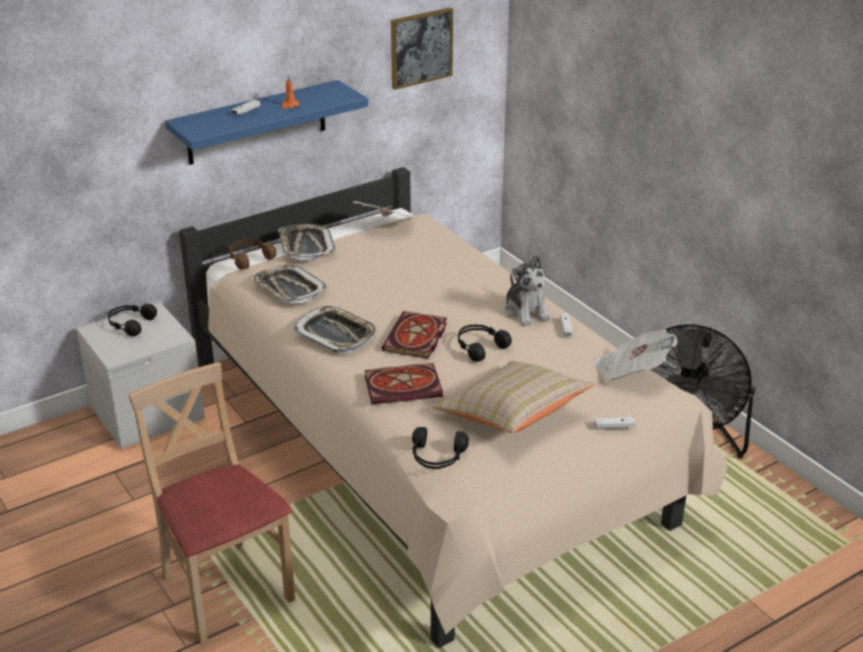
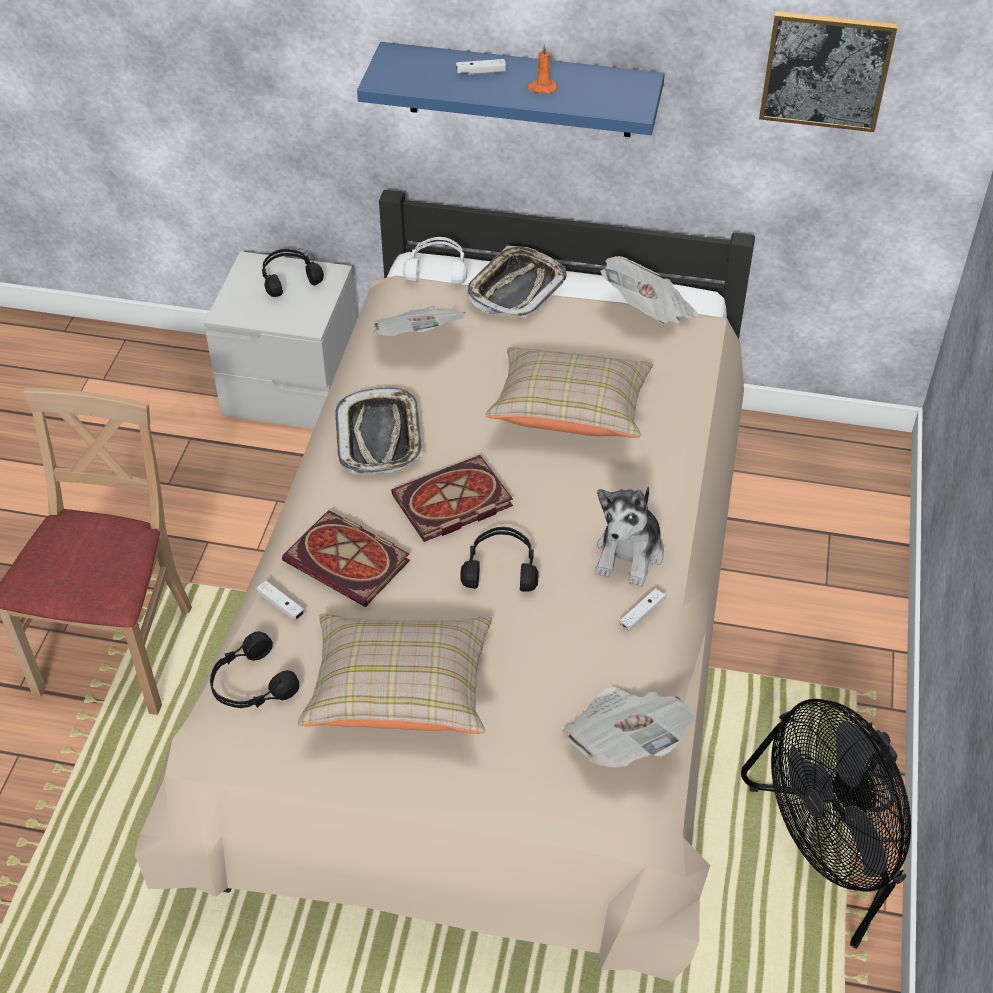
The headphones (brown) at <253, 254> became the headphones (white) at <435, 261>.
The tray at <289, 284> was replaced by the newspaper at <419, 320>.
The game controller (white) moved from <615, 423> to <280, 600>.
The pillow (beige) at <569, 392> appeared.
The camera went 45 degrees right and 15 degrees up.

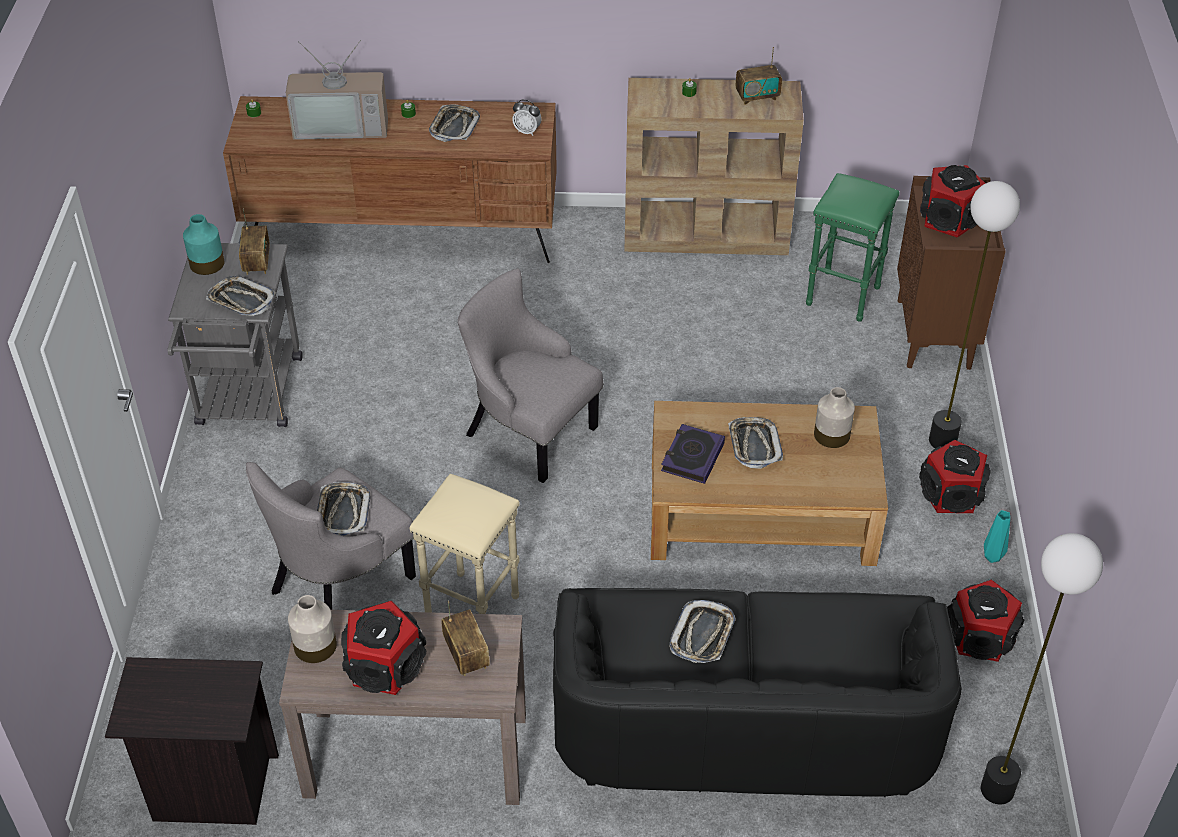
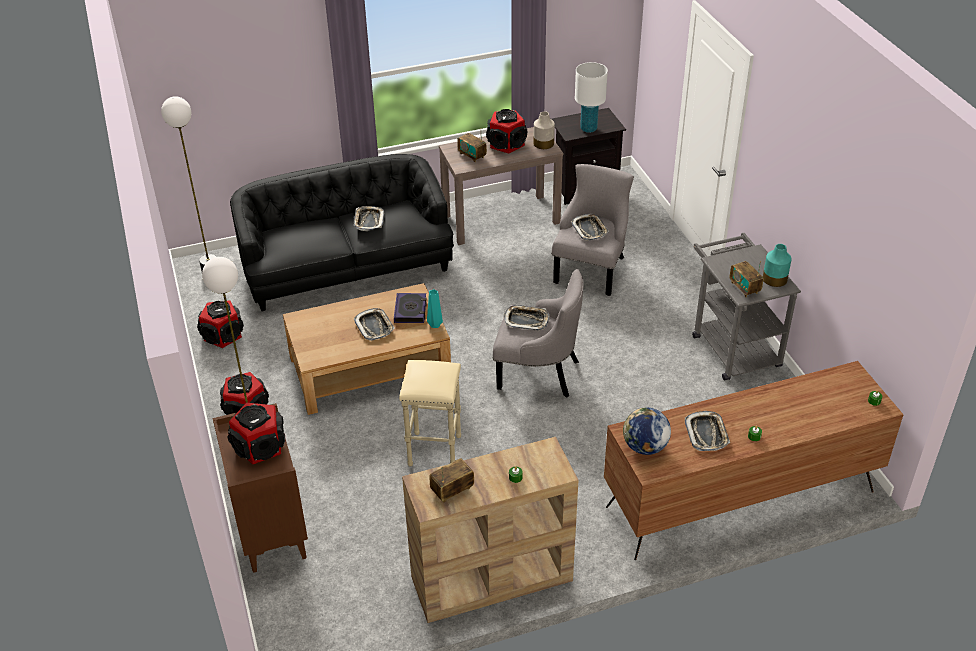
The tray moved from <241, 296> to <526, 318>.
The television at <337, 90> disappeared.
The stool (beige) moved from <464, 544> to <430, 413>.
The alarm clock at <527, 118> was replaced by the globe at <647, 431>.
The stool (green) at <853, 247> disappeared.
The vase (beige) at <834, 417> disappeared.
The vase (turquoise) moved from <997, 536> to <435, 308>.
The table lamp (white) at <591, 97> appeared.
The camera went 160 degrees right and 5 degrees down.

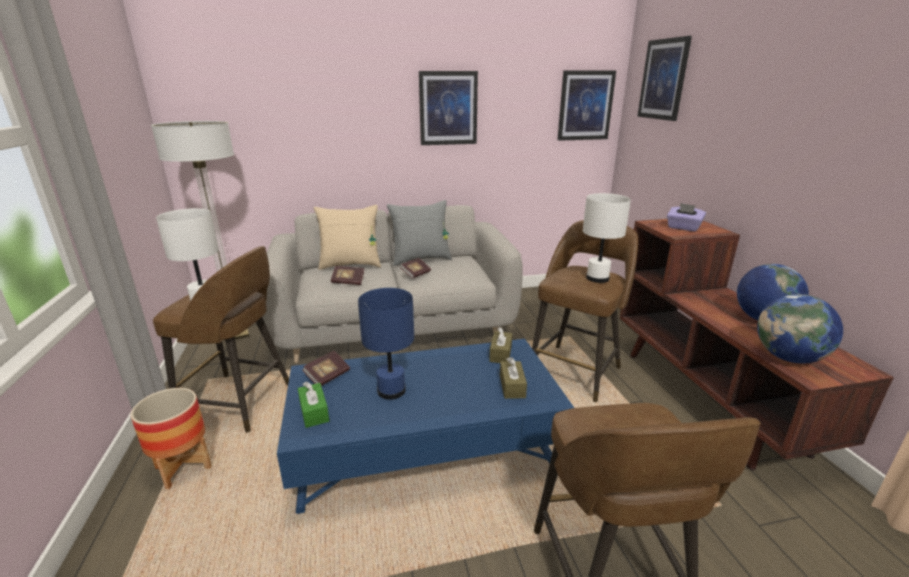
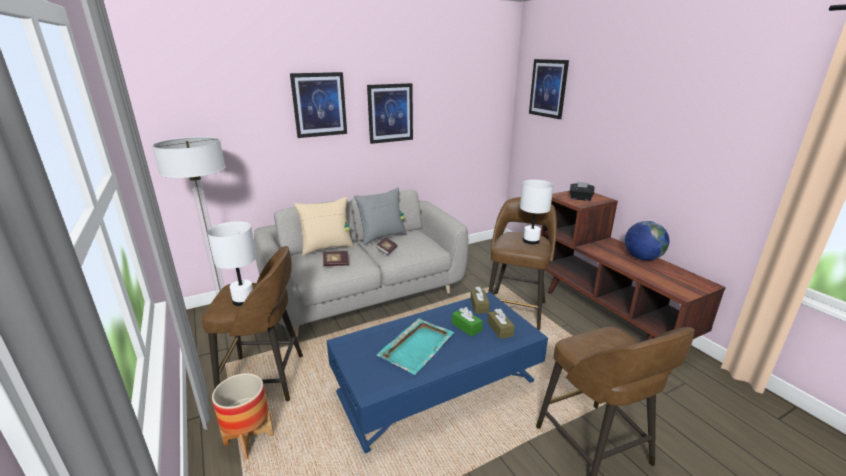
The tissue box (green) moved from <313, 405> to <467, 322>.
The book at <326, 368> disappeared.
The table lamp (blue) at <386, 344> was replaced by the tray (turquoise) at <415, 346>.
The picture moved from <586, 105> to <318, 105>.
The tissue box (purple) at <686, 217> became the tissue box (black) at <582, 191>.
The globe at <800, 329> disappeared.
The camera went 15 degrees left and 0 degrees up.

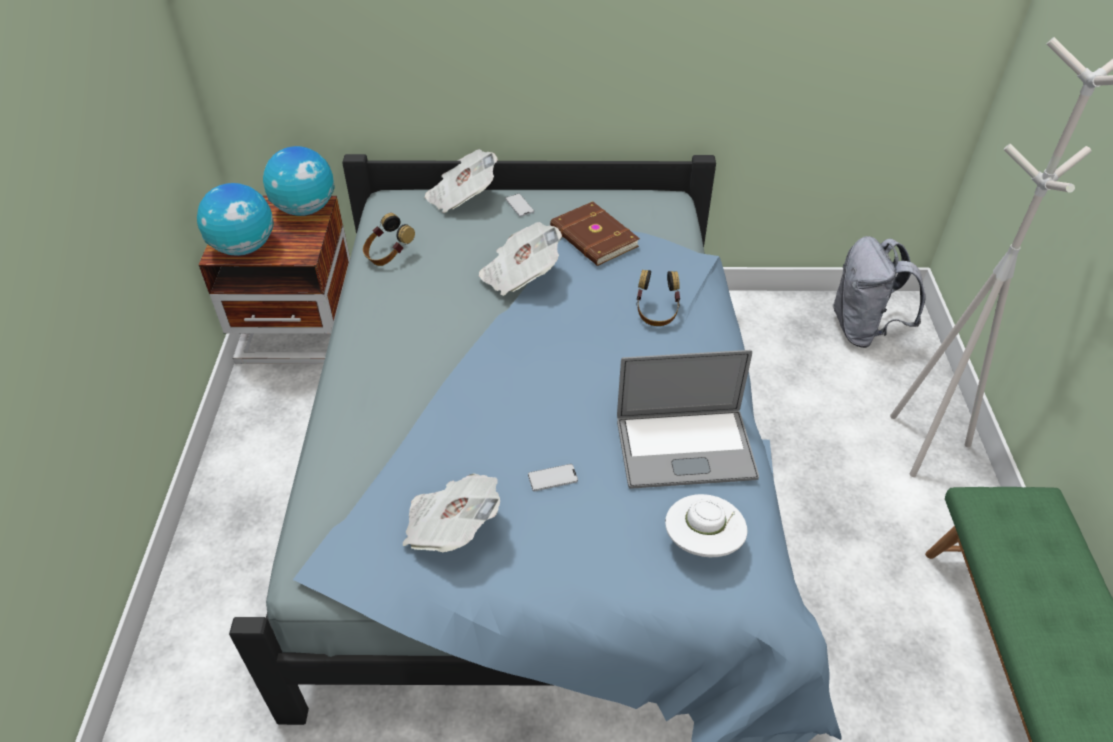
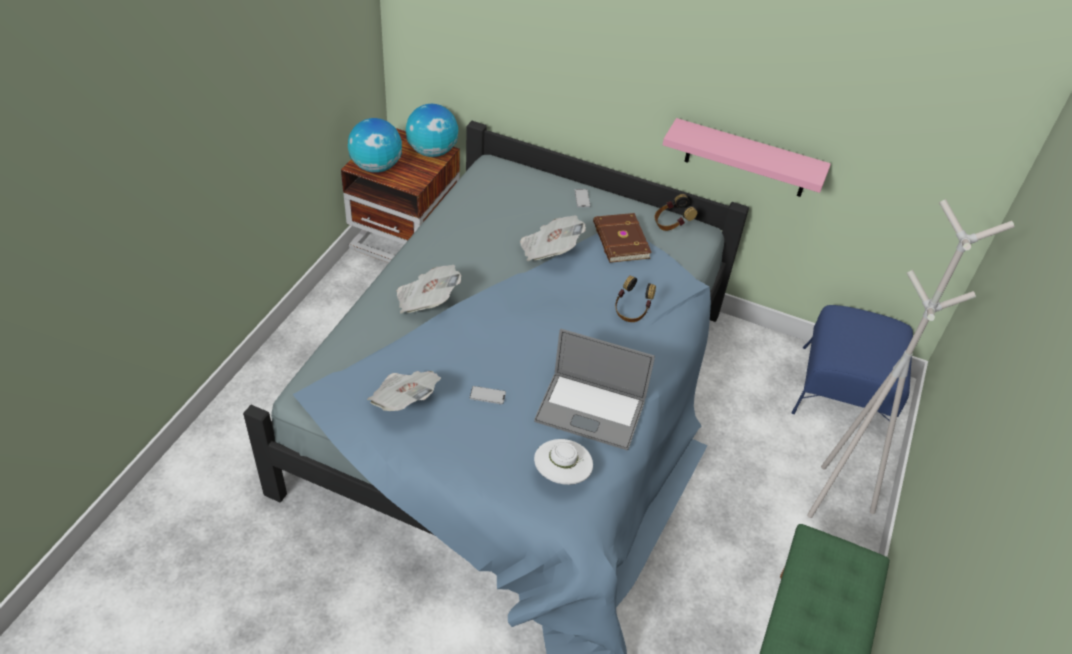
The headphones moved from <389, 239> to <675, 212>.
The newspaper moved from <461, 181> to <429, 289>.
The backpack (grey) at <879, 292> was replaced by the ottoman (blue) at <852, 363>.
The shelf (pink) at <747, 157> appeared.
The camera went 20 degrees right and 0 degrees up.

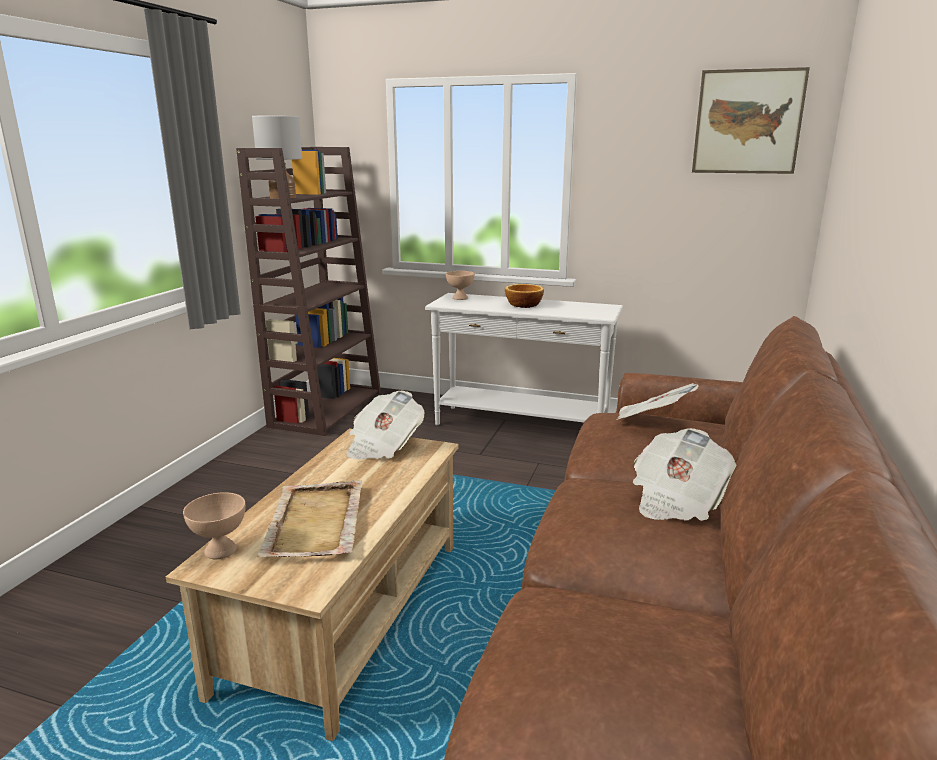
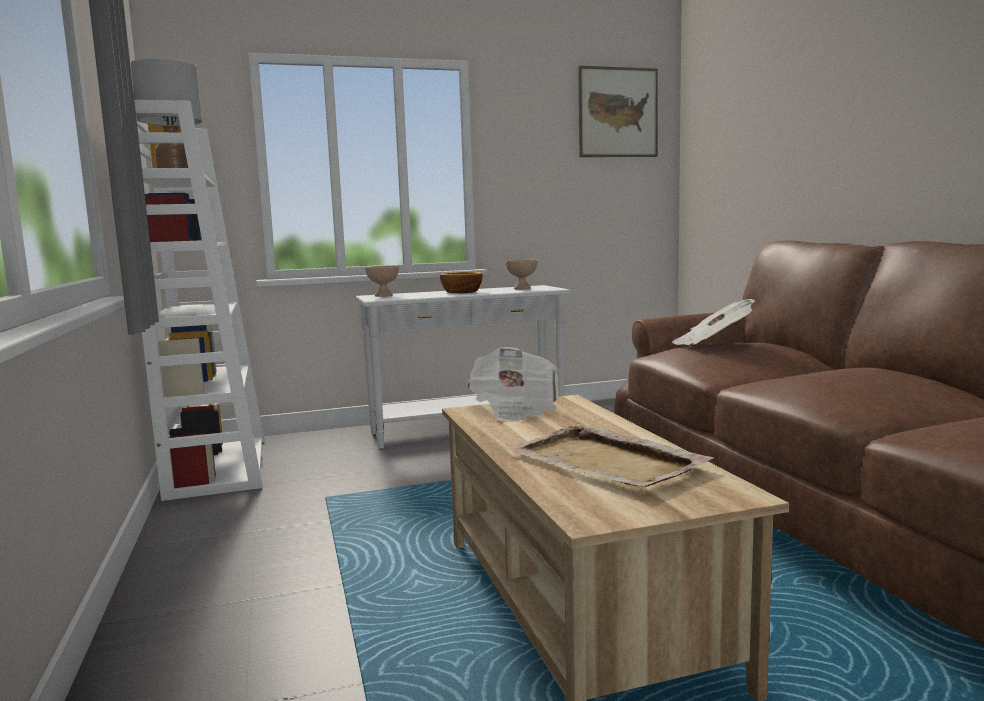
The bowl (beige) moved from <214, 525> to <522, 274>.
The bookcase (brown) at <308, 291> became the bookcase (white) at <199, 300>.
The newspaper at <684, 474> disappeared.
The camera went 35 degrees left and 10 degrees down.

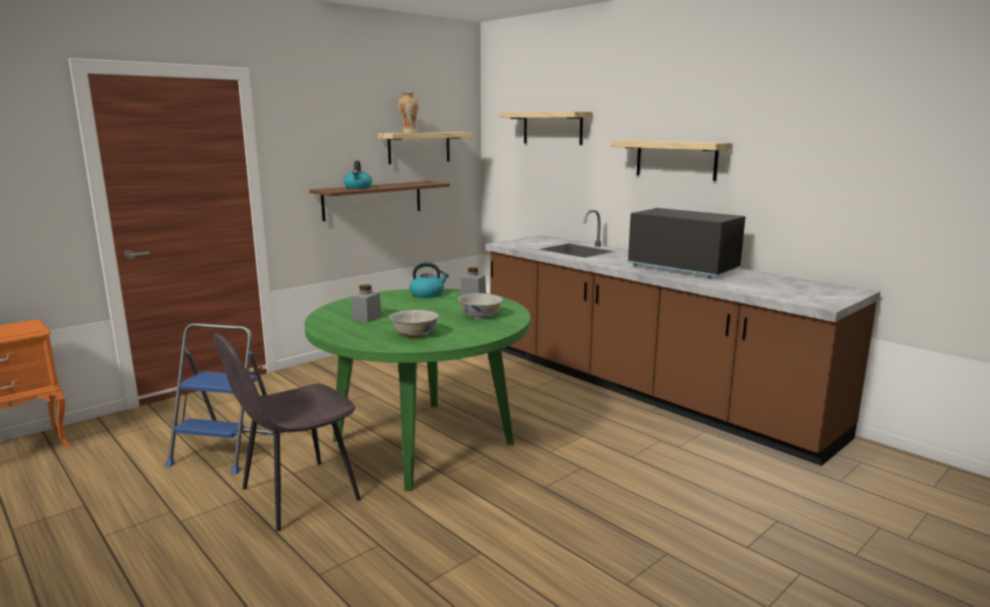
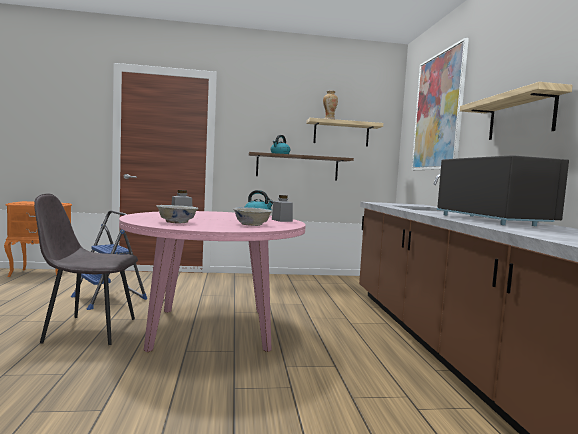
The dining table (green) at <417, 390> became the dining table (pink) at <212, 281>.
The shelf at <545, 128> was replaced by the picture at <440, 104>.
The camera went 35 degrees right and 10 degrees down.

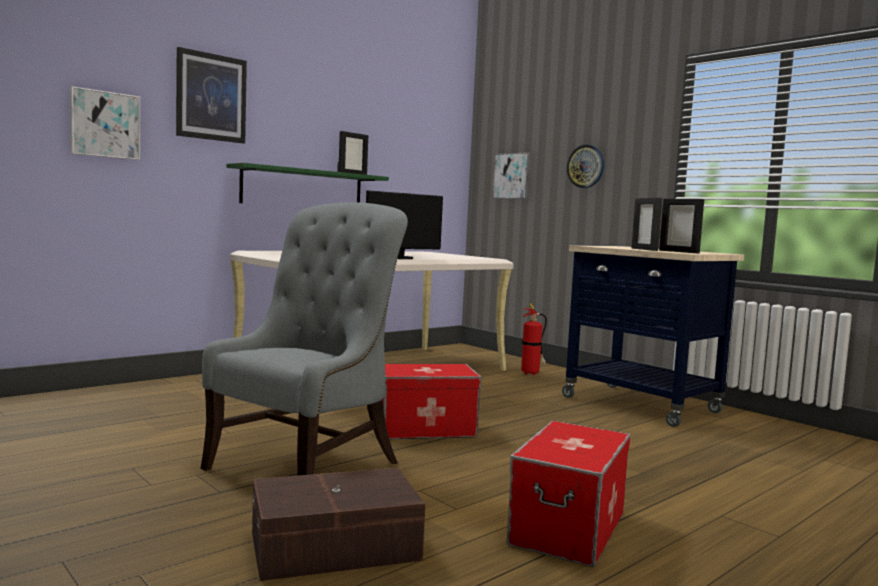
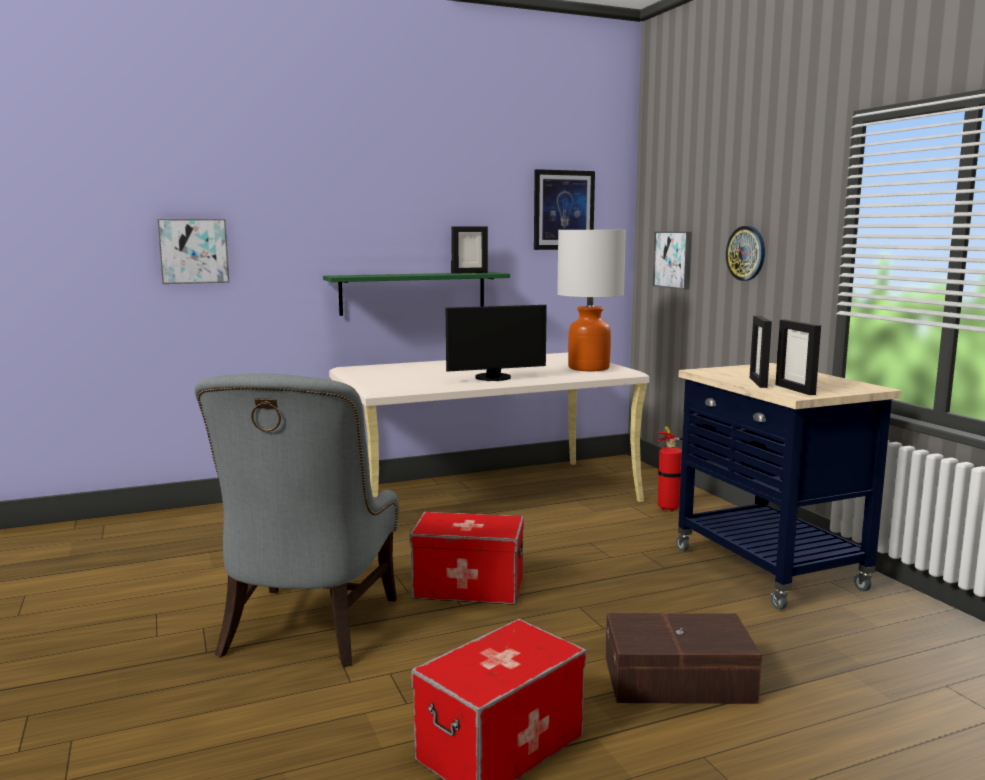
The picture moved from <211, 95> to <564, 209>.
The armchair (grey) at <304, 339> turned 135 degrees clockwise.
The storage box (brown) moved from <339, 524> to <683, 658>.
The table lamp at <591, 300> appeared.
The camera went 20 degrees right and 5 degrees up.

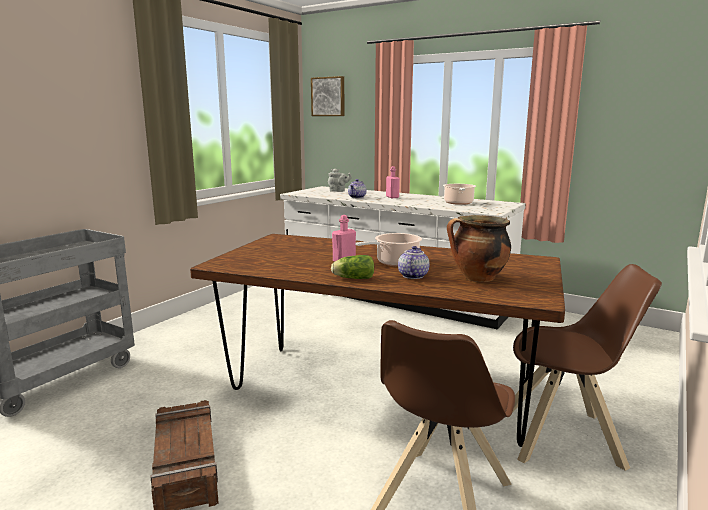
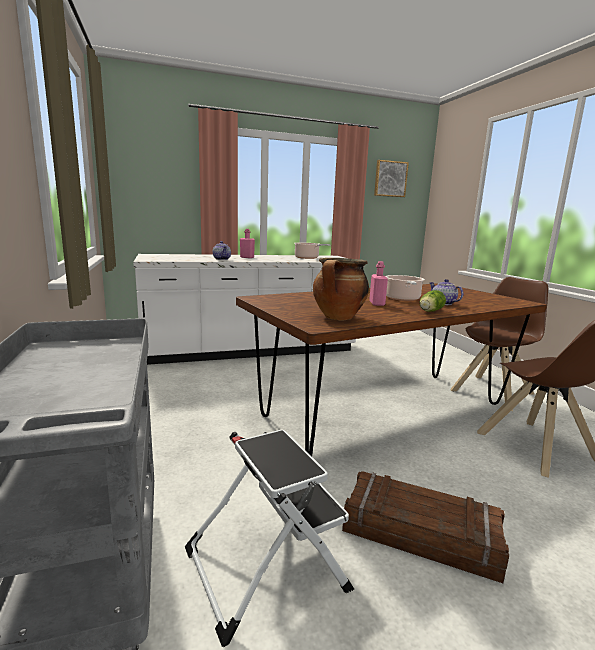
The picture moved from <327, 96> to <391, 178>.
The teapot (grey) at <340, 180> disappeared.
The cooking pot moved from <479, 248> to <341, 289>.
The step ladder at <269, 538> appeared.
The camera went 50 degrees left and 0 degrees up.

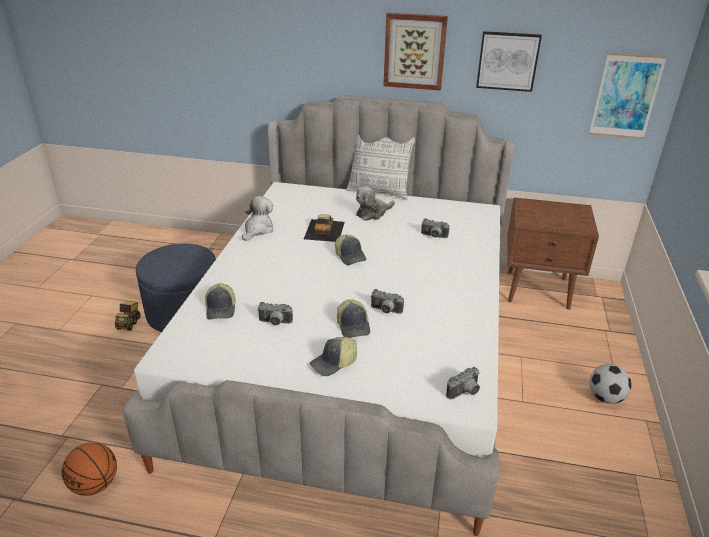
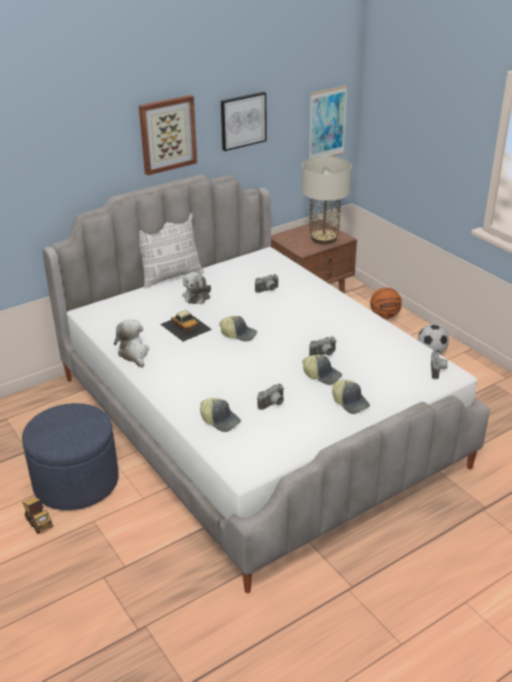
The basketball moved from <89, 469> to <386, 303>.
The cap at <333, 356> turned 45 degrees counterclockwise.
The table lamp at <327, 200> appeared.
The camera went 45 degrees left and 0 degrees up.

